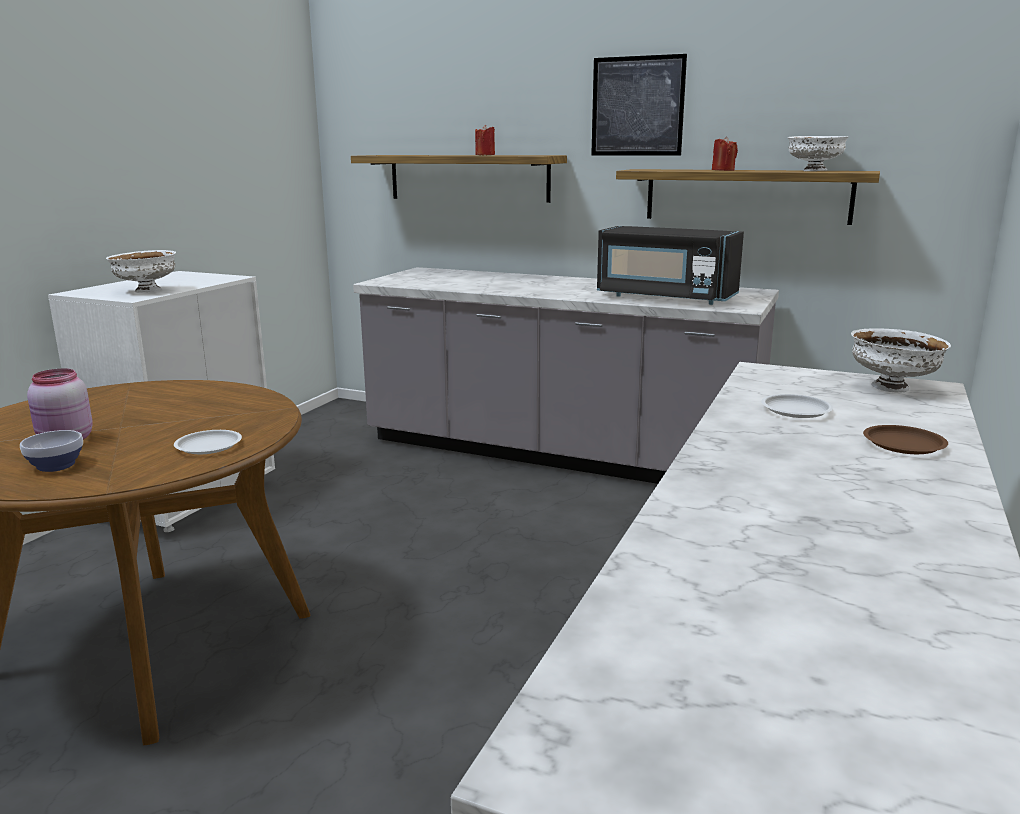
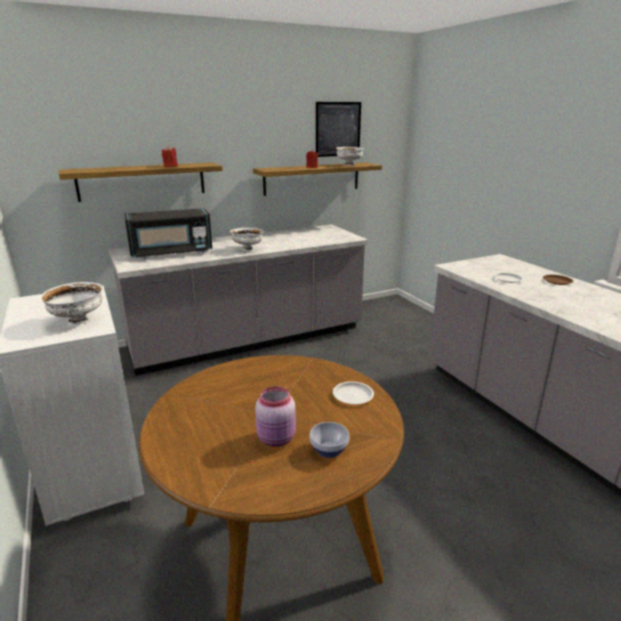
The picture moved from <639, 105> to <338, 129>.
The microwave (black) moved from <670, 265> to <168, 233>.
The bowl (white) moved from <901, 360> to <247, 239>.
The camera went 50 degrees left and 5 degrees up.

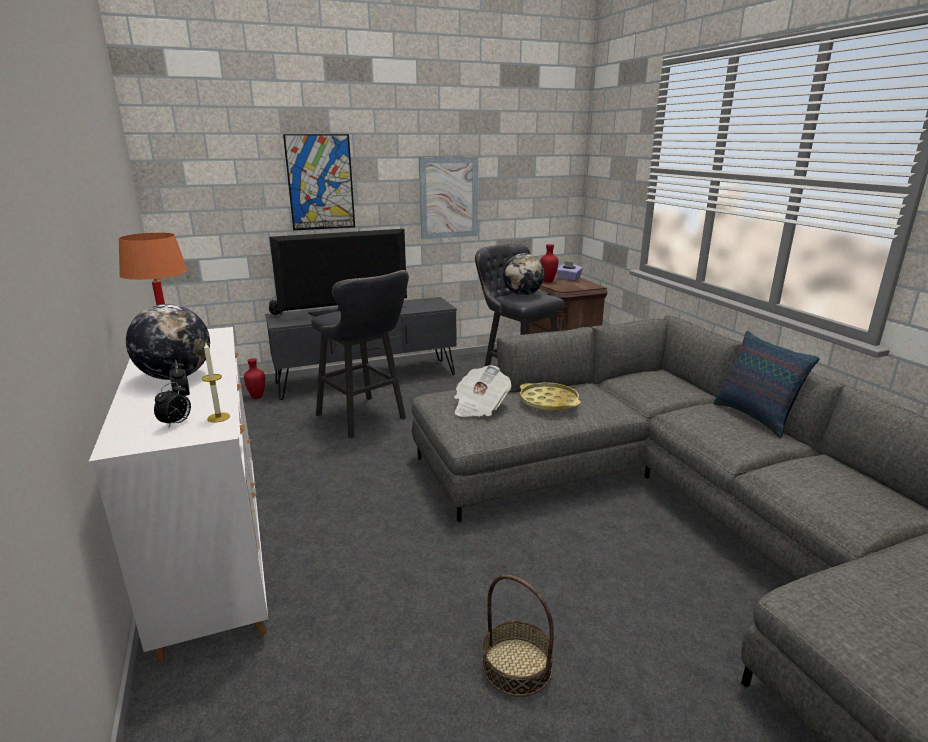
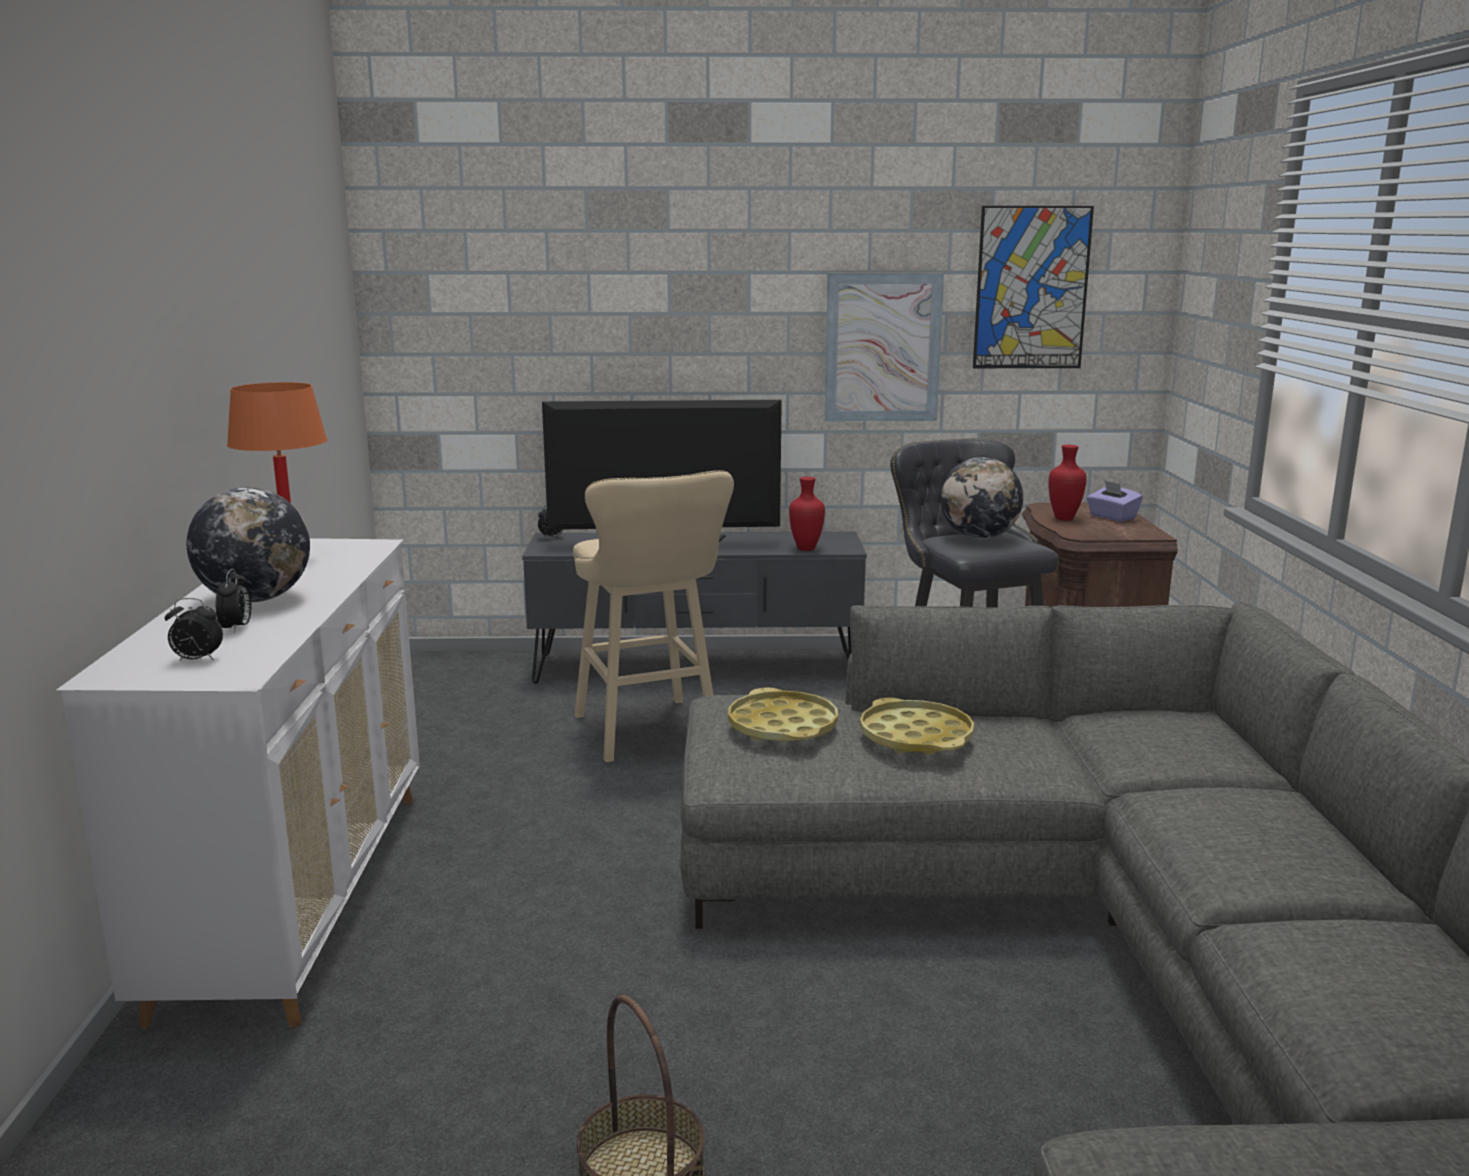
The alarm clock at <172, 405> turned 45 degrees clockwise.
The candle at <216, 383> disappeared.
The vase (red) moved from <254, 378> to <807, 514>.
The picture moved from <319, 182> to <1033, 287>.
The stool (black) at <360, 354> became the stool (beige) at <653, 616>.
The newspaper at <482, 391> was replaced by the tray (yellow) at <783, 714>.
The pillow (blue) at <766, 384> disappeared.
The camera went 20 degrees right and 5 degrees down.

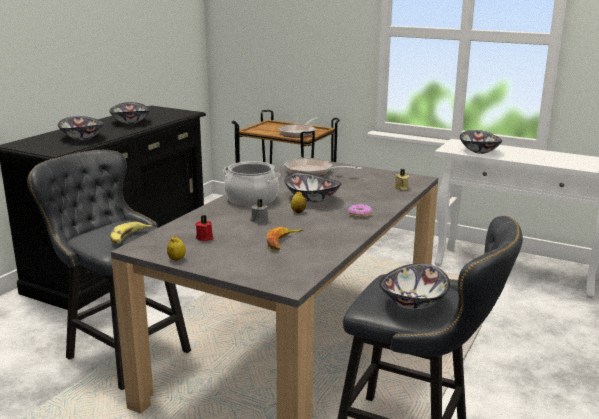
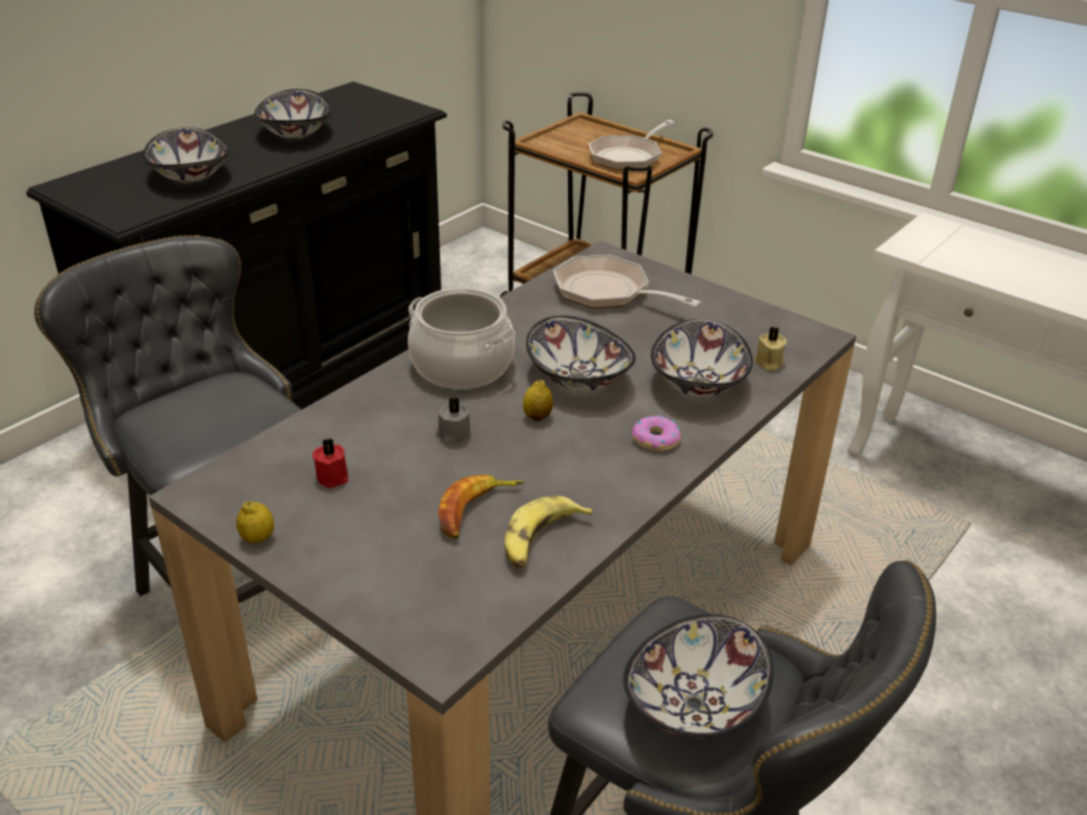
The banana moved from <131, 233> to <548, 532>.
The bowl moved from <481, 142> to <702, 358>.
The camera went 10 degrees right and 15 degrees up.

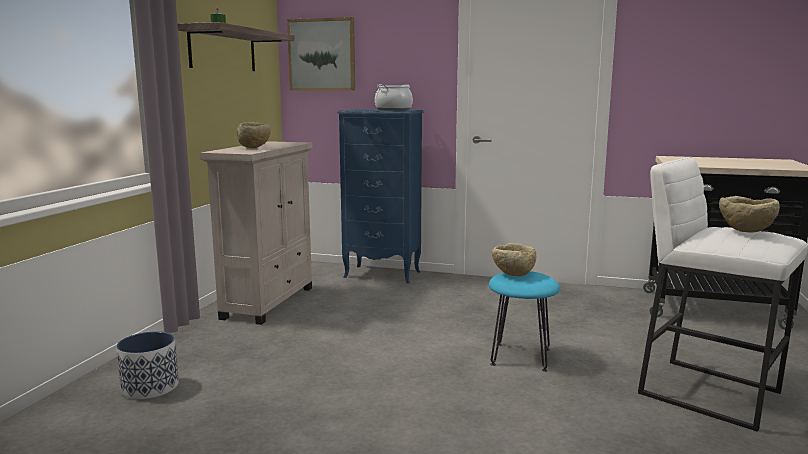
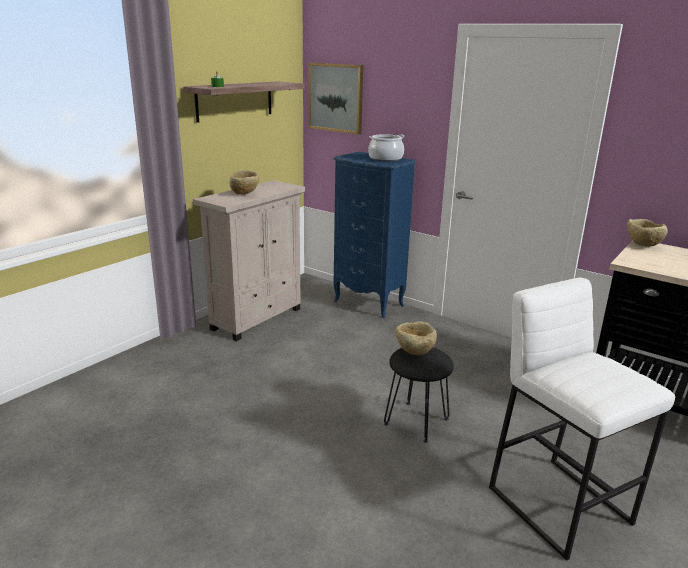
The planter at <147, 365> disappeared.
The stool (turquoise) at <524, 321> became the stool (black) at <419, 395>.
The bowl (beige) moved from <749, 214> to <647, 233>.
The camera went 20 degrees right and 10 degrees up.

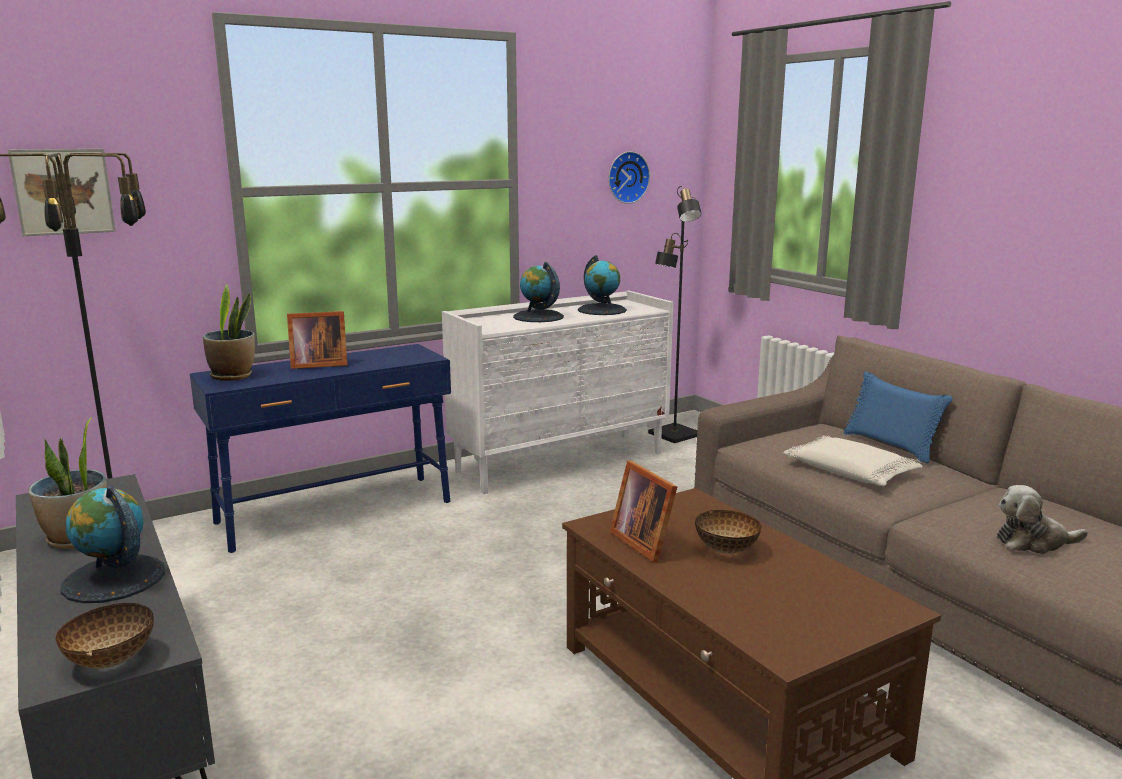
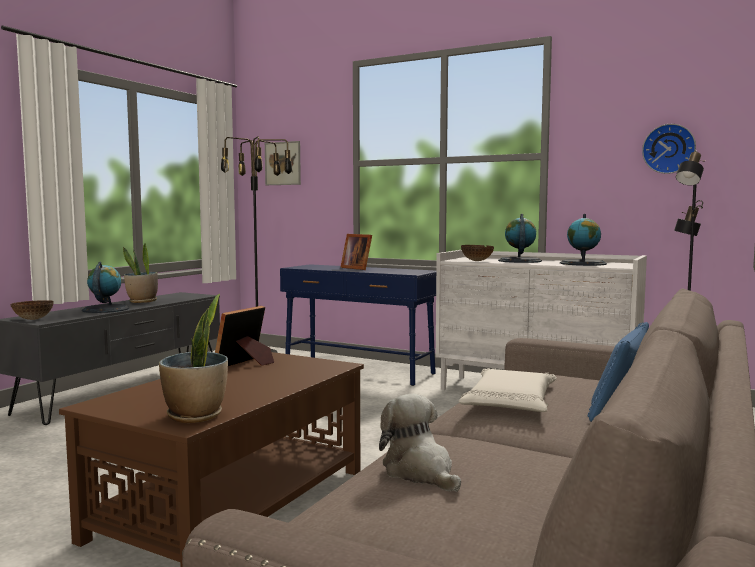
The potted plant moved from <229, 332> to <193, 358>.
The bowl moved from <728, 532> to <477, 253>.
The camera went 60 degrees right and 10 degrees down.

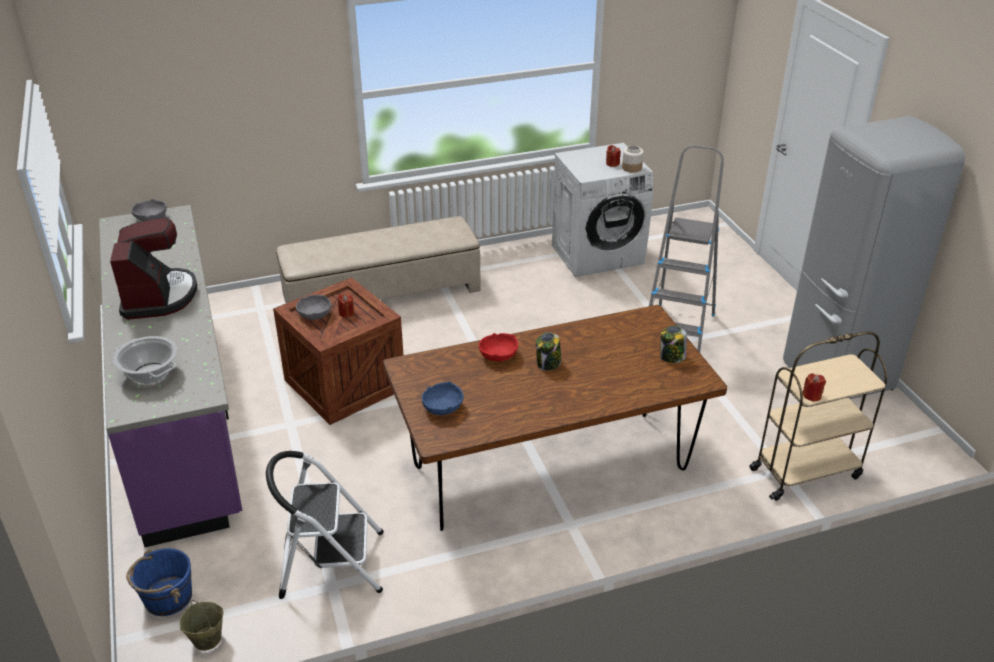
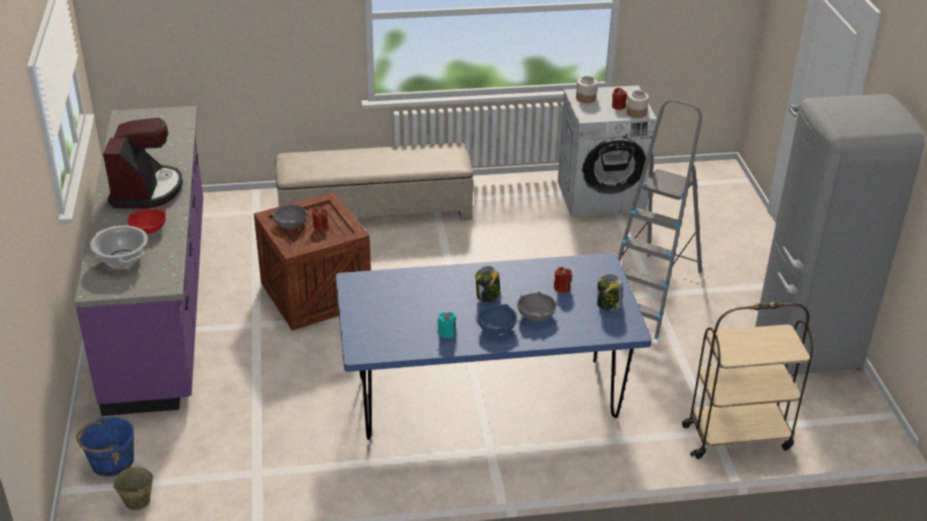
The bowl (grey) moved from <149, 210> to <536, 307>.
The step ladder at <325, 525> disappeared.
The dining table (brown) at <555, 418> became the dining table (blue) at <494, 346>.
The bowl (blue) moved from <443, 398> to <497, 319>.
The bowl (red) moved from <498, 347> to <147, 221>.
The candle (red) moved from <814, 387> to <563, 280>.
The candle (turquoise) at <446, 325> appeared.
The jar at <586, 89> appeared.
The camera went 10 degrees right and 0 degrees up.

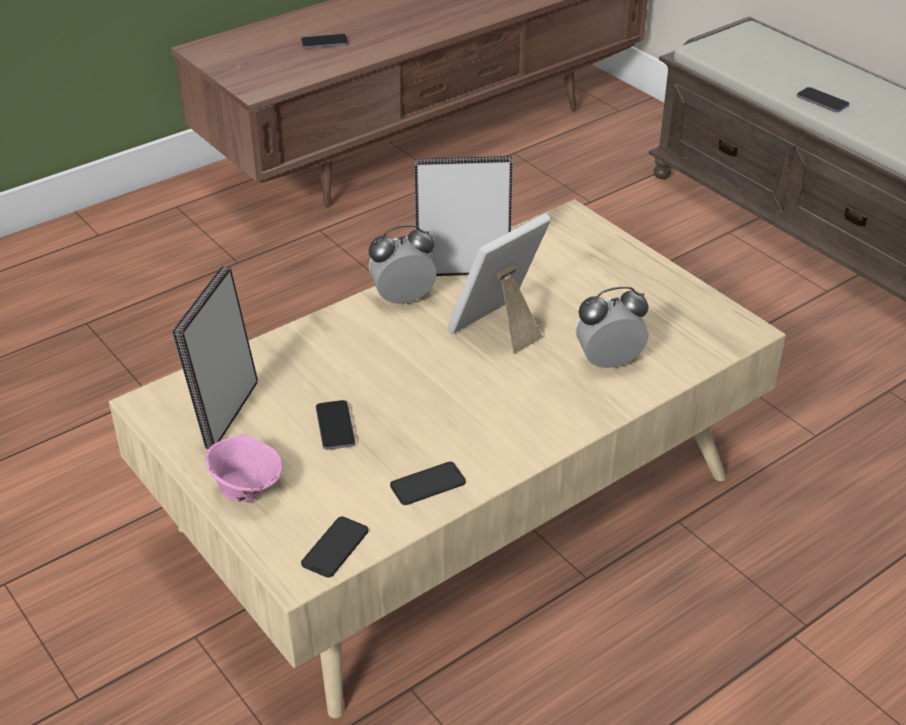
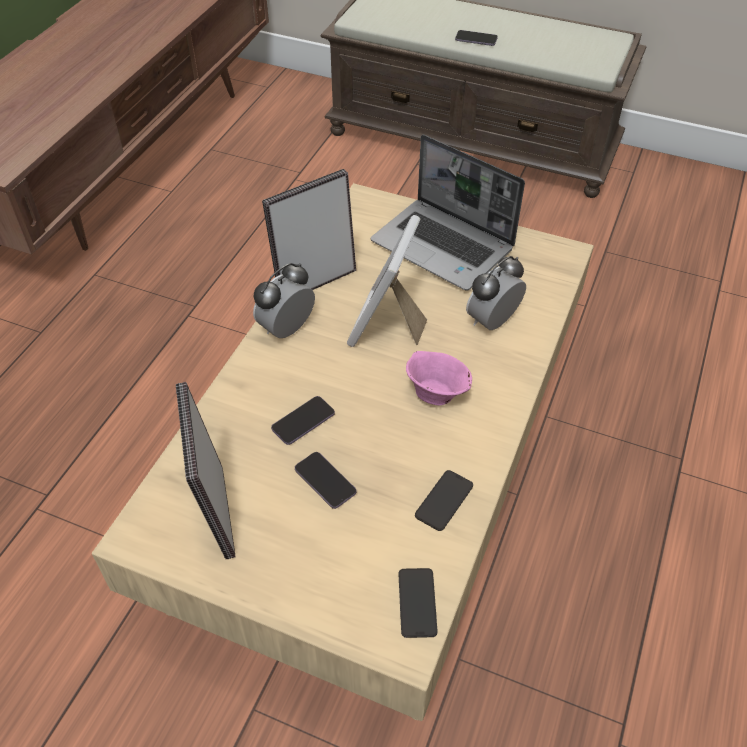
The bowl (pink) moved from <244, 468> to <439, 378>.
The phone moved from <324, 41> to <303, 420>.
The laptop at <447, 213> appeared.
The camera went 30 degrees left and 10 degrees up.

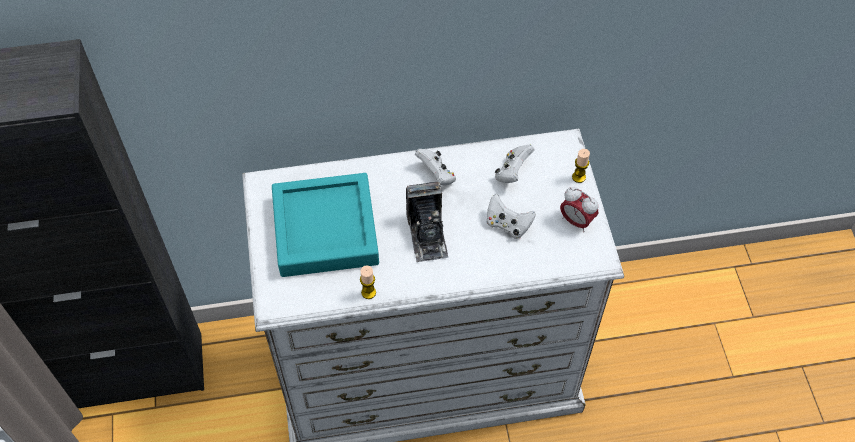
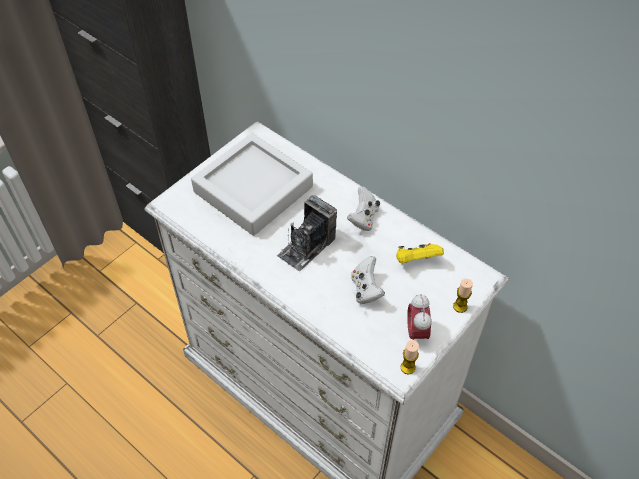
The tray (turquoise) at <325, 225> became the tray (grey) at <252, 184>.
The candle moved from <368, 282> to <410, 357>.
The game controller (white) at <514, 164> became the game controller (yellow) at <420, 253>.
The camera went 50 degrees right and 5 degrees down.

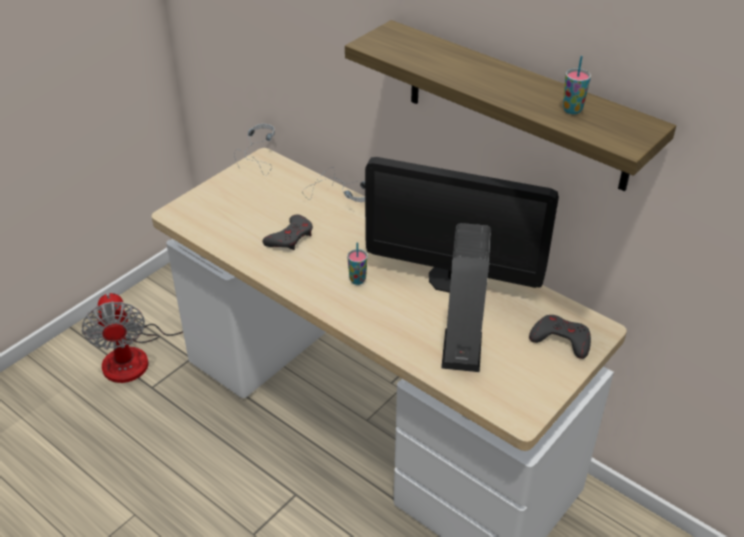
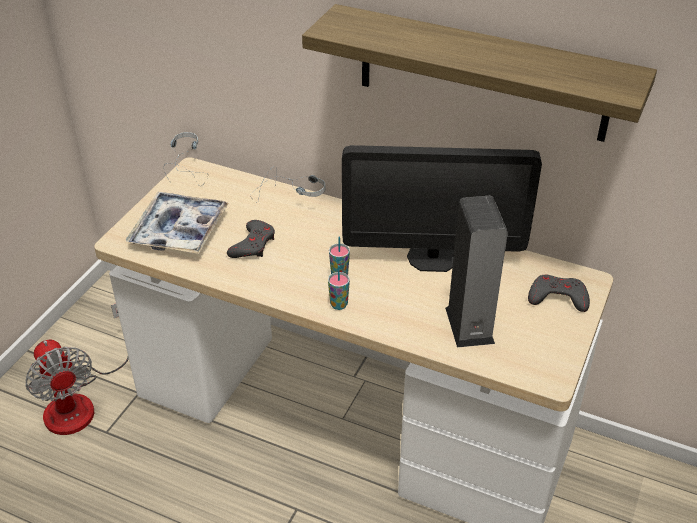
The cup moved from <577, 85> to <339, 287>.
The tray at <177, 223> appeared.
The camera went 15 degrees left and 0 degrees up.

